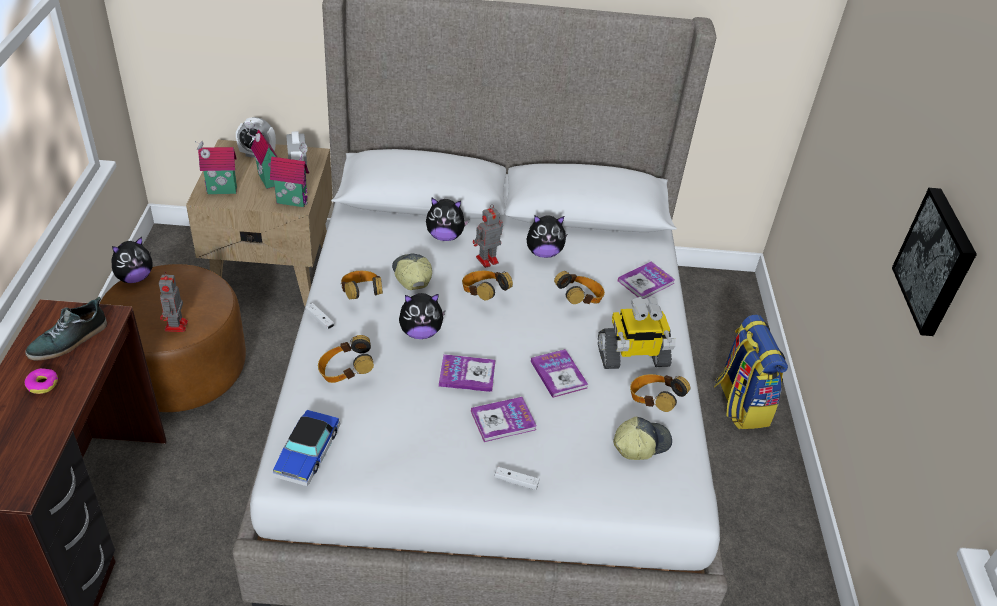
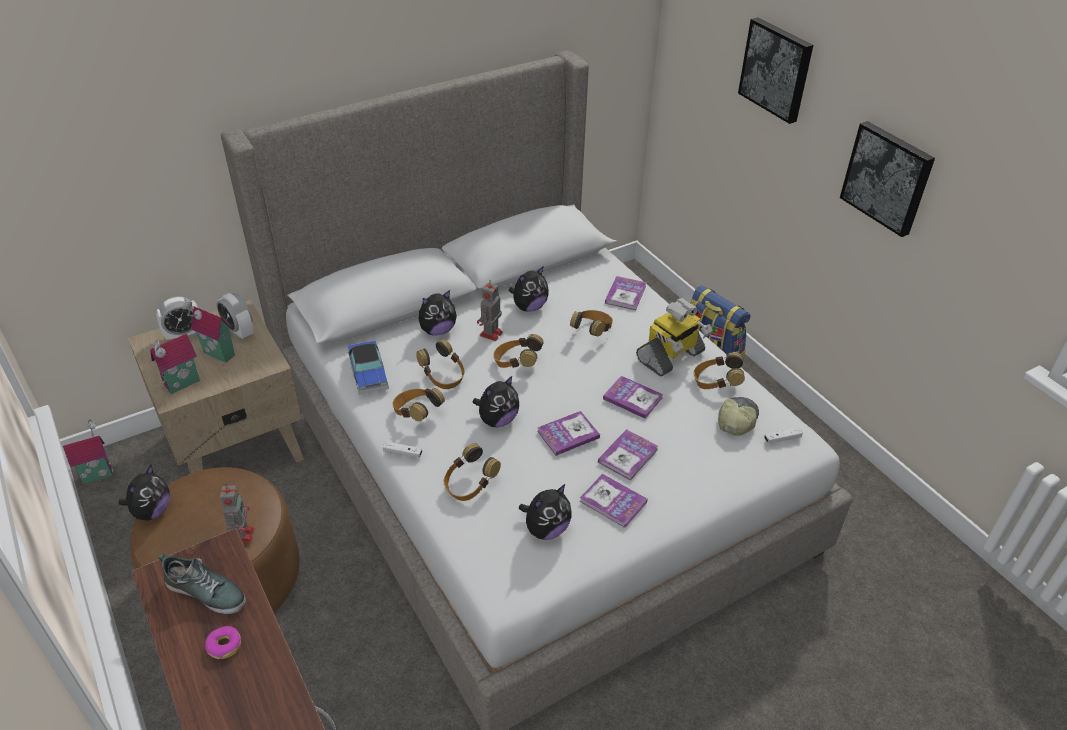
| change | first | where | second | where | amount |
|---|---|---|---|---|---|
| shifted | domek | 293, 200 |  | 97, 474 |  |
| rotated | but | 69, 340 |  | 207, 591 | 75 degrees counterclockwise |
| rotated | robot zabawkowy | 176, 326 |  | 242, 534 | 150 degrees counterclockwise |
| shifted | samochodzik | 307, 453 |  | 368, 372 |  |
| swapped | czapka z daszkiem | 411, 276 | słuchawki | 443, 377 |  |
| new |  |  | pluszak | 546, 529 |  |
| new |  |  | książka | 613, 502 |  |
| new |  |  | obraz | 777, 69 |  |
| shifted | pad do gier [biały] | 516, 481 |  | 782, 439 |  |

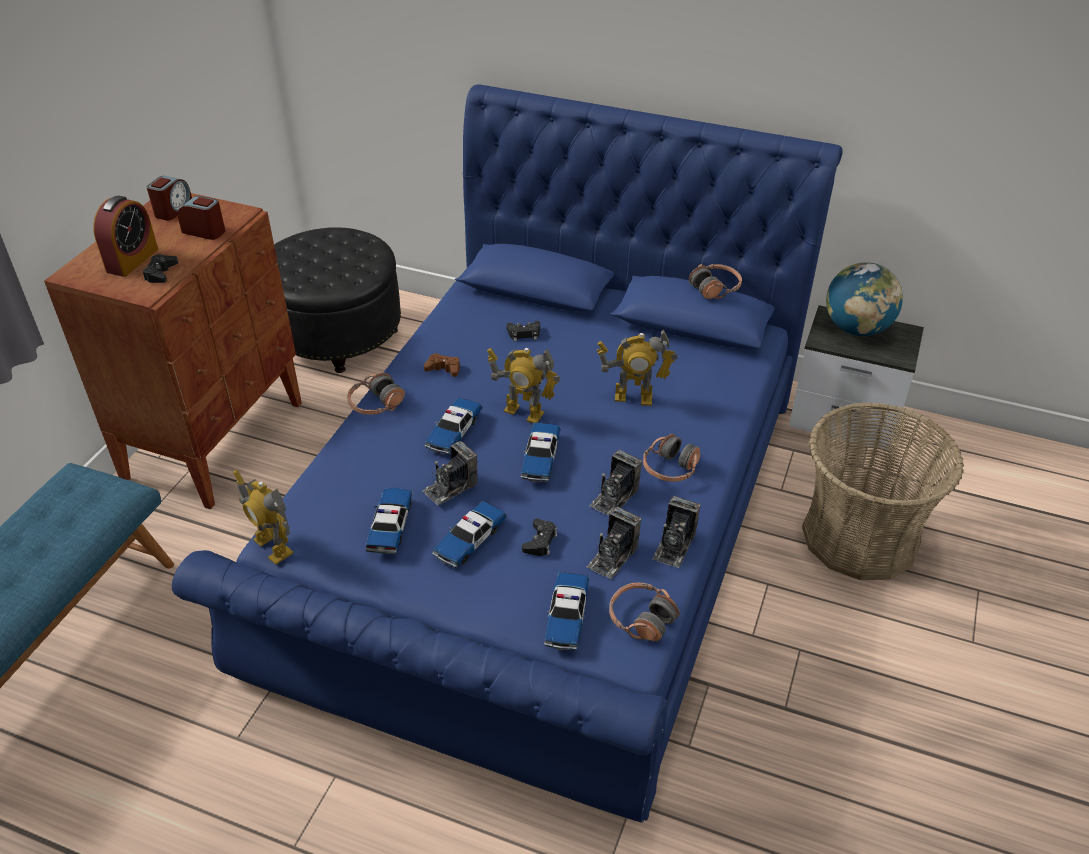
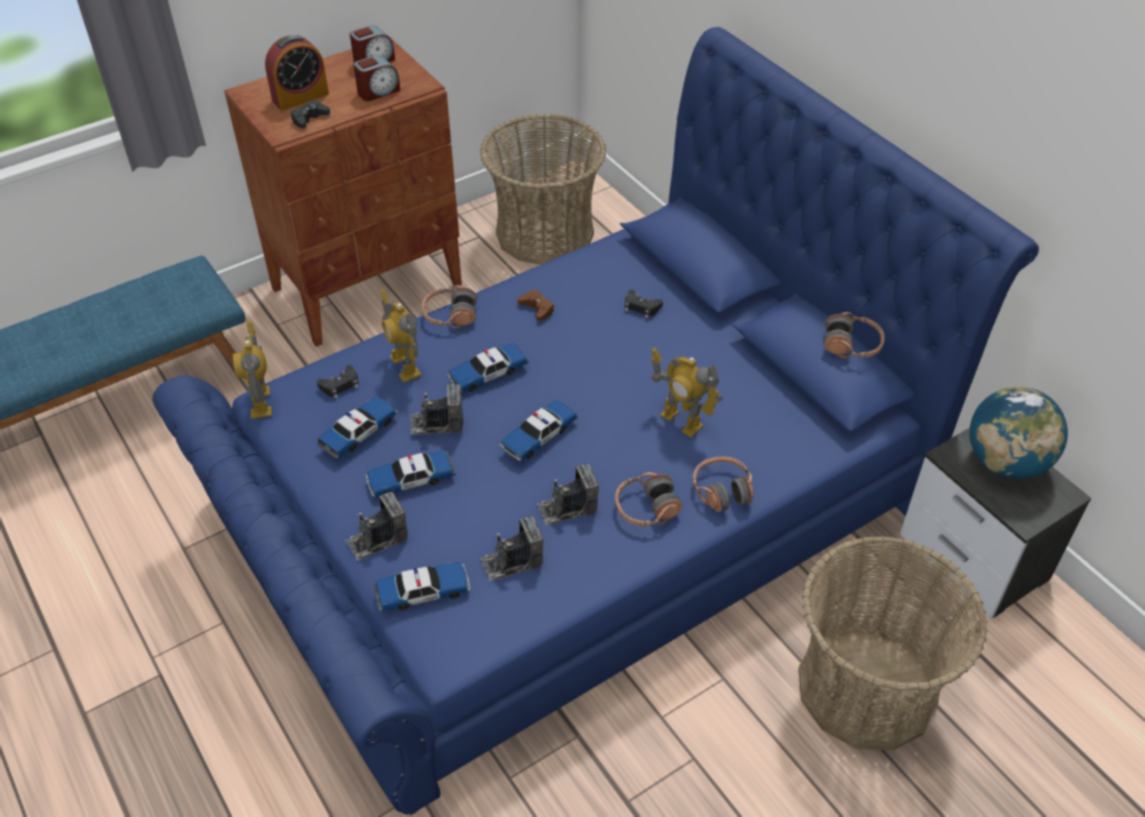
| change | first | where | second | where | amount |
|---|---|---|---|---|---|
| shifted | pad do gier [czarny] | 540, 541 |  | 340, 385 |  |
| shifted | aparat fotograficzny | 674, 545 |  | 377, 539 |  |
| rotated | budzik | 205, 231 |  | 378, 91 | 90 degrees clockwise |
| rotated | samochodzik | 567, 616 |  | 423, 592 | 150 degrees counterclockwise |
| shifted | robot zabawkowy | 523, 412 |  | 405, 366 |  |
| swapped | pufa [czarny] | 337, 336 | koszyk | 545, 233 |  |
| shifted | słuchawki | 641, 619 |  | 722, 491 |  |

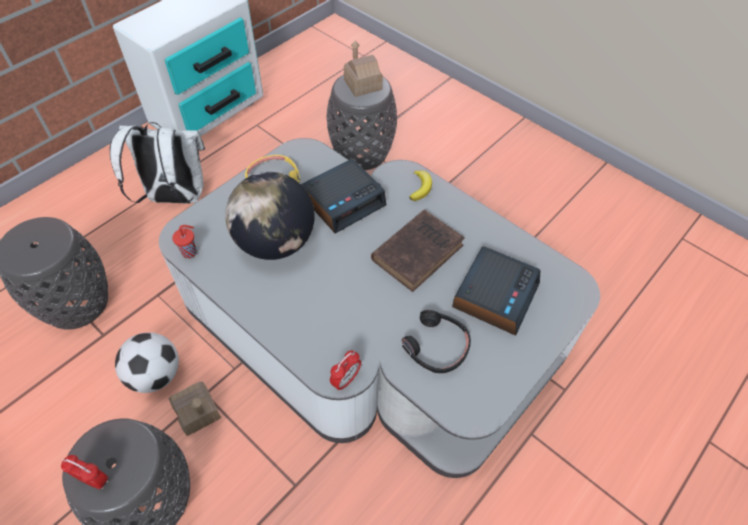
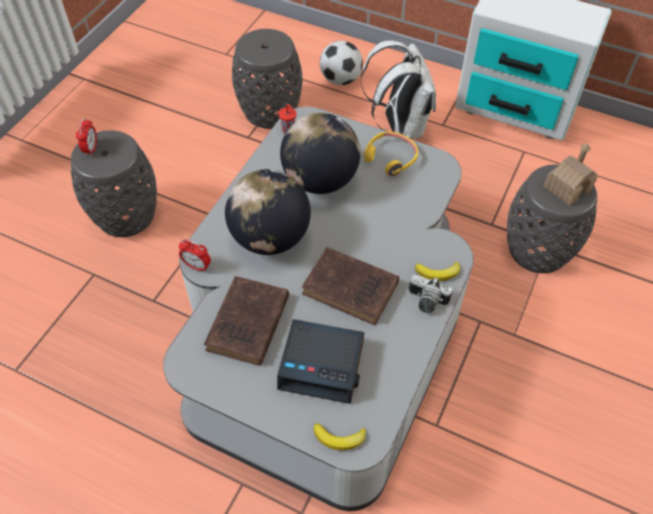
| change | first | where | second | where | amount |
|---|---|---|---|---|---|
| swapped | słuchawki [czarny] | 436, 347 | książka [brązowy] | 247, 325 |  |
| new |  |  | globus | 270, 238 |  |
| new |  |  | banan | 339, 438 |  |
| shifted | piłka futbolowa | 155, 375 |  | 340, 80 |  |
| new |  |  | aparat fotograficzny | 426, 302 |  |
| gone | domek | 197, 412 |  |  |  |
| gone | budzik | 343, 200 |  |  |  |

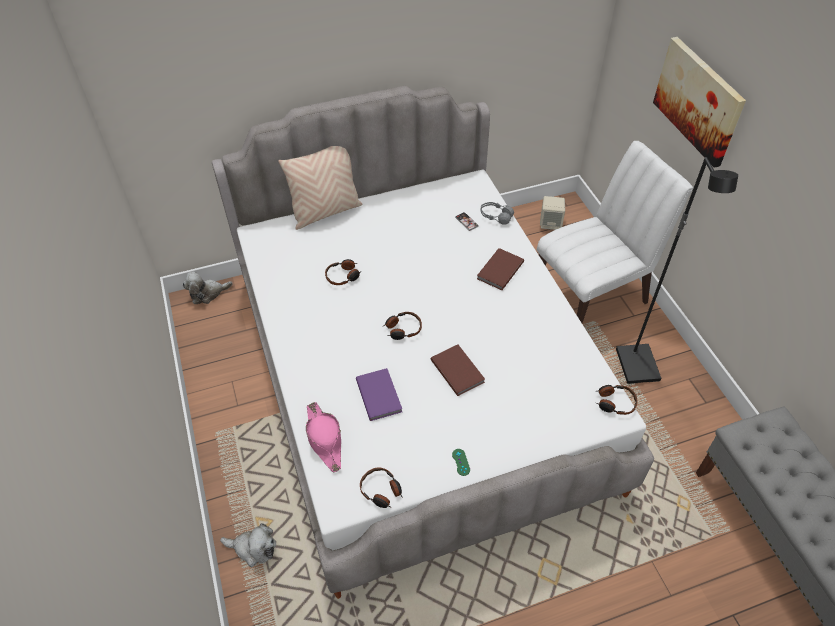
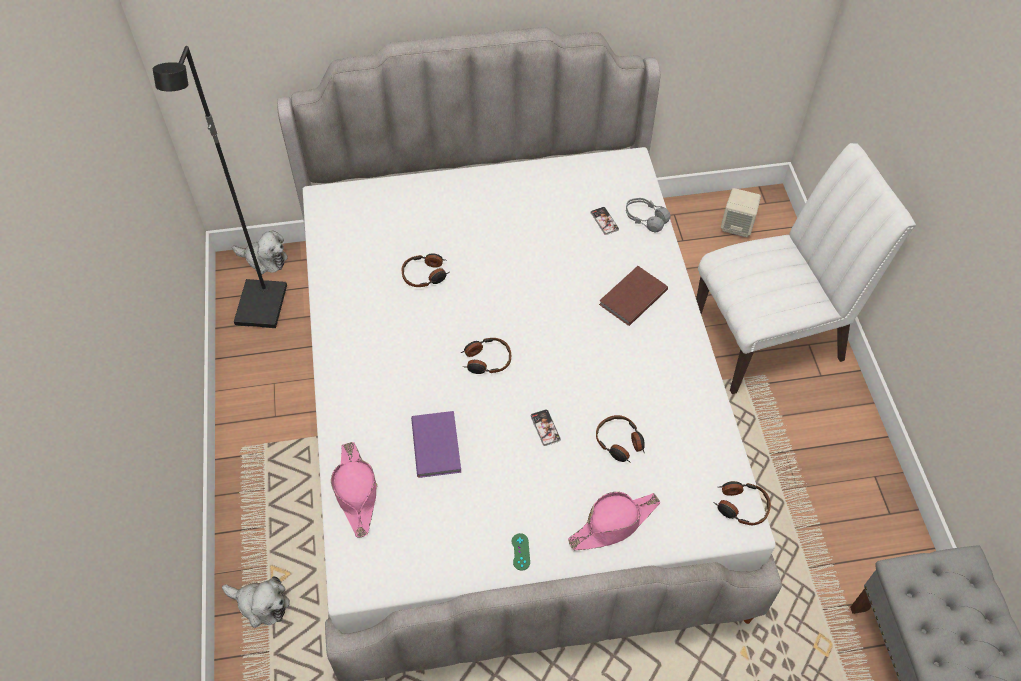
| change | first | where | second | where | amount |
|---|---|---|---|---|---|
| shifted | lampa stojąca [czarny] | 638, 366 |  | 263, 306 |  |
| rotated | pluszak | 207, 293 |  | 264, 259 | 150 degrees counterclockwise |
| swapped | książka [brązowy] | 458, 370 | telefon | 545, 428 |  |
| new |  |  | kapelusz [różowy] | 614, 524 |  |
| shifted | słuchawki | 381, 491 |  | 620, 443 |  |
| gone | poduszka [beżowy] | 325, 212 |  |  |  |
| gone | obraz | 698, 100 |  |  |  |

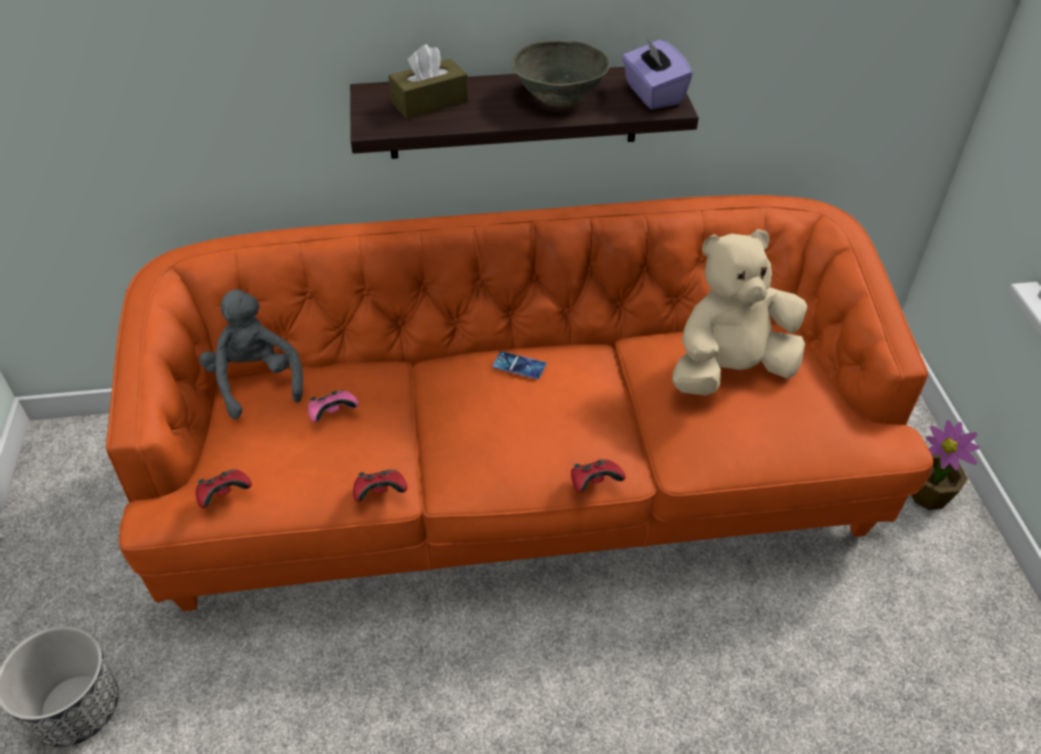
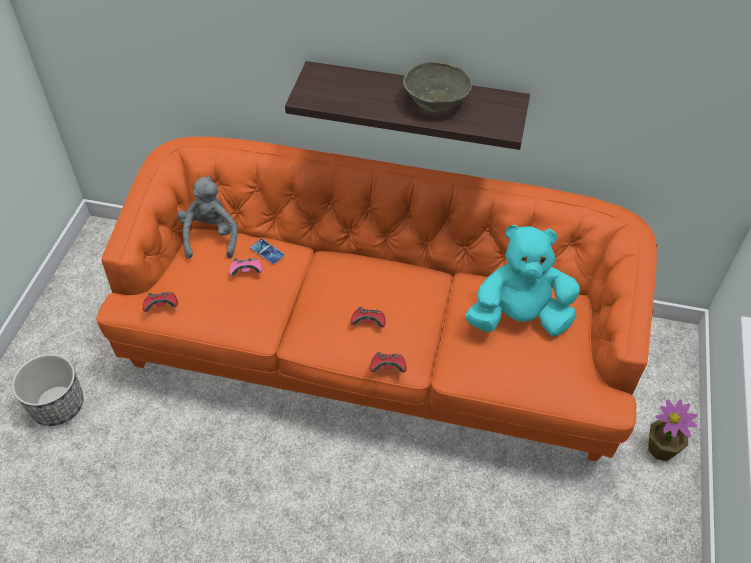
| change | first | where | second | where | amount |
|---|---|---|---|---|---|
| shifted | telefon | 519, 365 |  | 267, 251 |  |
| shifted | pad do gier [czerwony] | 380, 492 |  | 368, 323 |  |
| repainted | pluszak [beżowy] | 730, 370 | pluszak [turkusowy] | 519, 318 |  |
| gone | pudełko chusteczek [brązowy] | 429, 102 |  |  |  |
| gone | pudełko chusteczek [fioletowy] | 652, 94 |  |  |  |

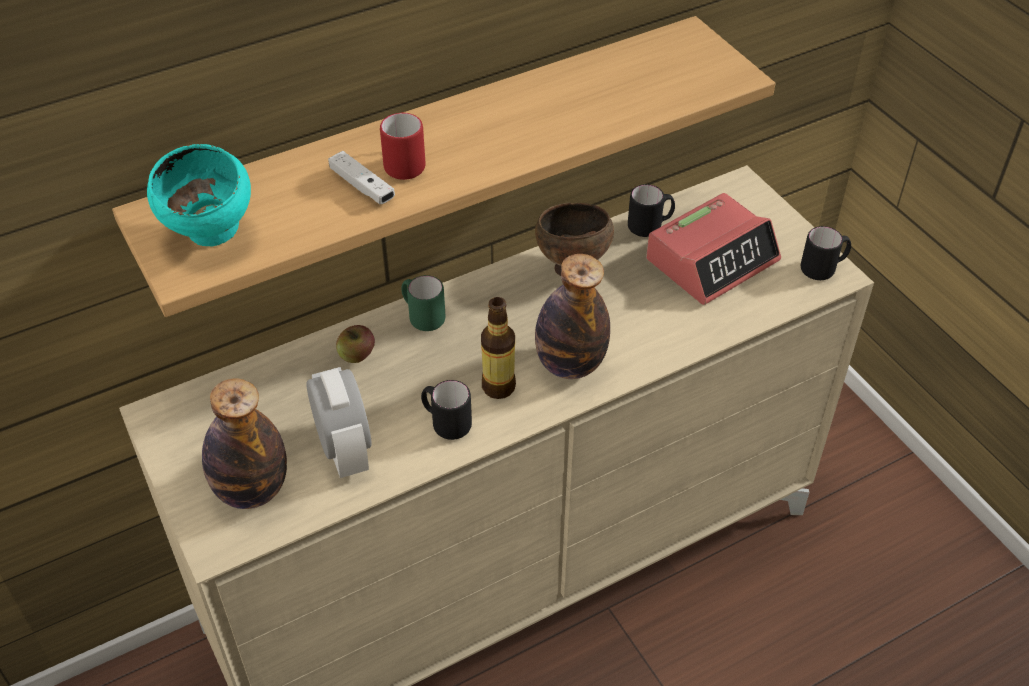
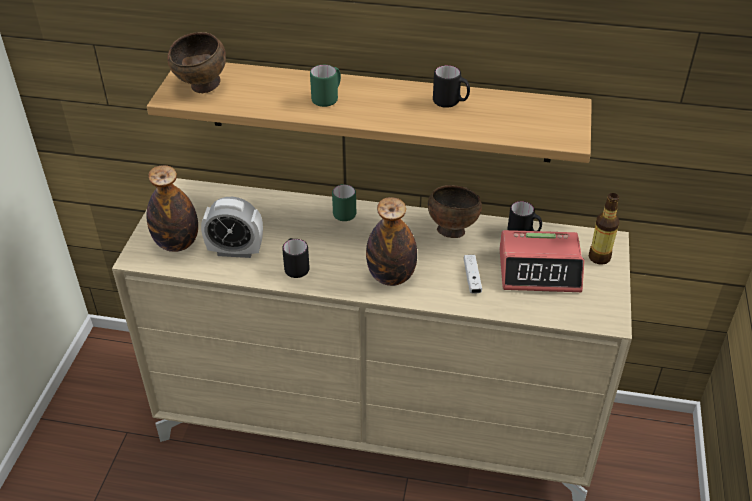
| change | first | where | second | where | amount |
|---|---|---|---|---|---|
| repainted | miska [turkusowy] | 212, 235 | miska [brązowy] | 202, 88 |  |
| rotated | budzik | 344, 450 |  | 235, 251 | 75 degrees clockwise |
| repainted | kubek [czerwony] | 405, 163 | kubek [zielony] | 328, 98 |  |
| shifted | kubek [czarny] | 823, 269 |  | 450, 103 |  |
| shifted | pad do gier [biały] | 362, 186 |  | 472, 278 |  |
| shifted | butelka | 498, 387 |  | 599, 257 |  |
| gone | jabłko | 357, 355 |  |  |  |

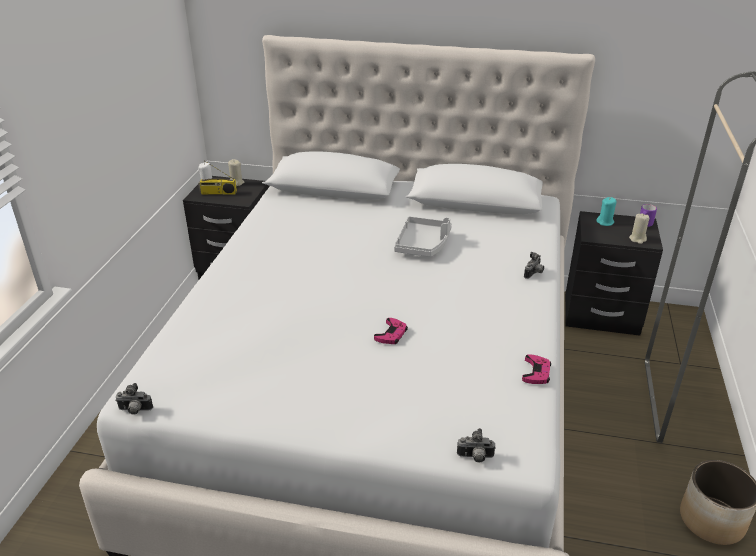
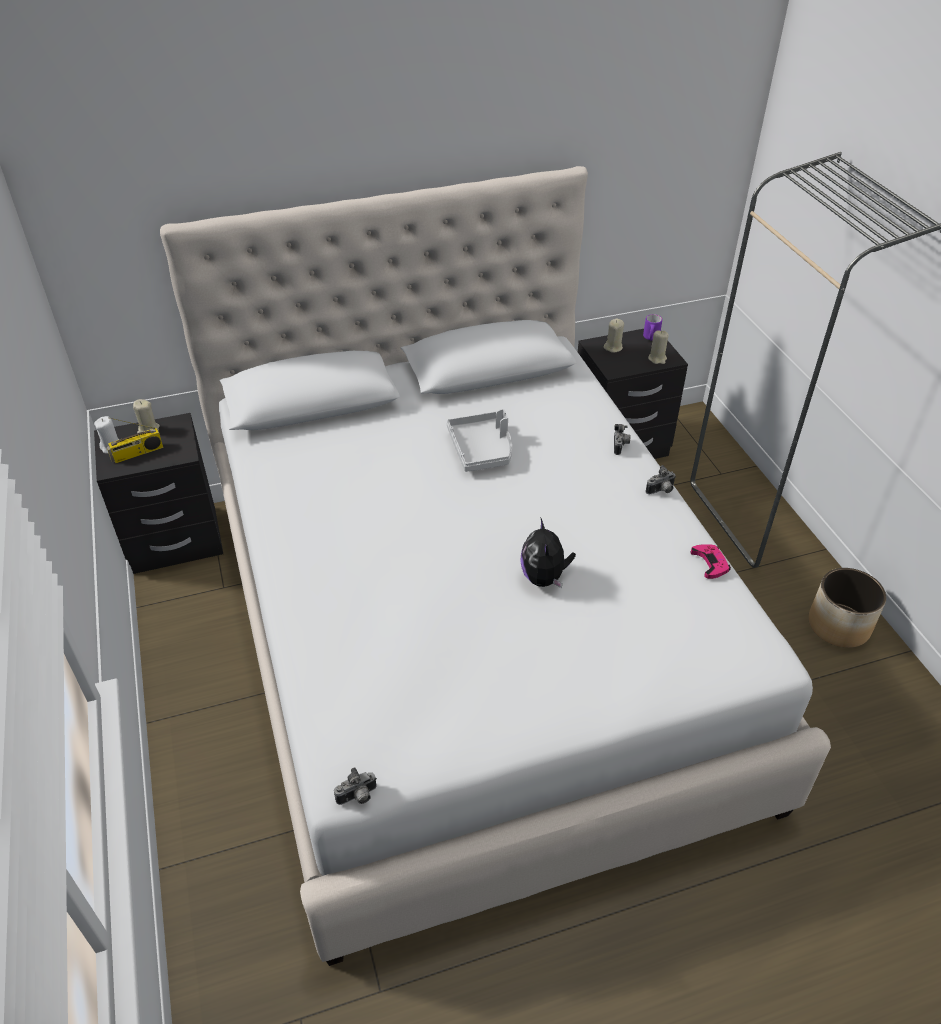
| change | first | where | second | where | amount |
|---|---|---|---|---|---|
| swapped | pad do gier [różowy] | 391, 334 | pluszak | 544, 578 |  |
| repainted | świeca [turkusowy] | 605, 222 | świeca [beżowy] | 613, 347 |  |
| shifted | aparat fotograficzny | 475, 457 |  | 661, 491 |  |

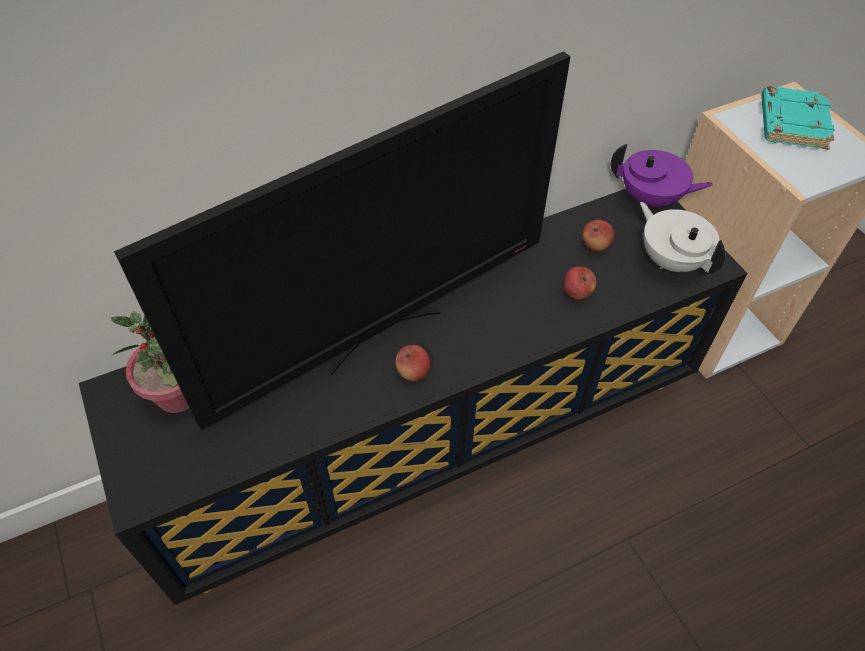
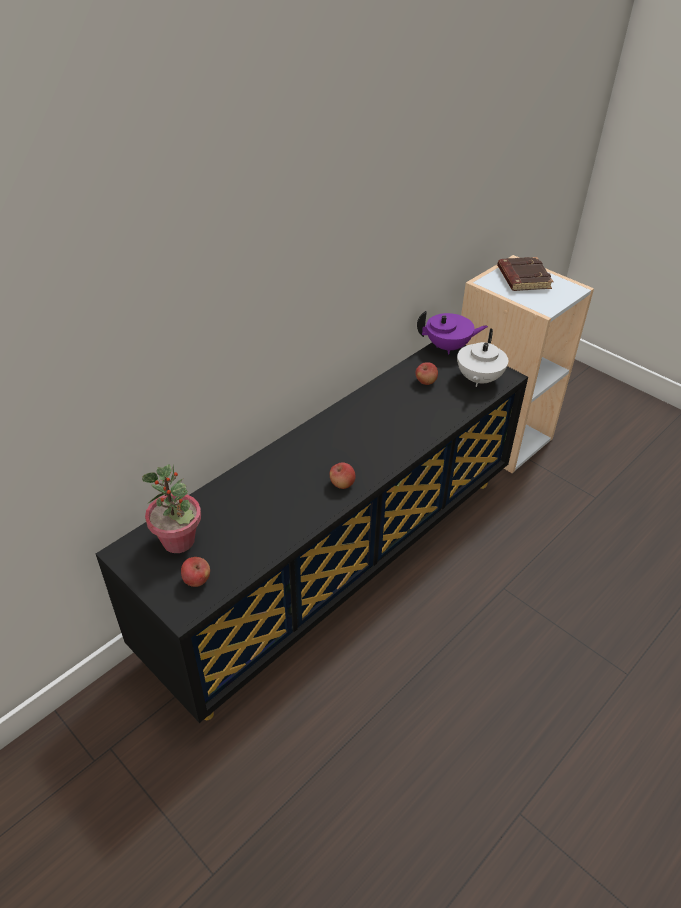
| change | first | where | second | where | amount |
|---|---|---|---|---|---|
| shifted | jabłko | 577, 293 |  | 197, 580 |  |
| rotated | imbryk [biały] | 671, 260 |  | 478, 379 | 105 degrees counterclockwise |
| repainted | książka [turkusowy] | 791, 123 | książka [brązowy] | 522, 278 |  |
| gone | telewizor | 380, 332 |  |  |  |

